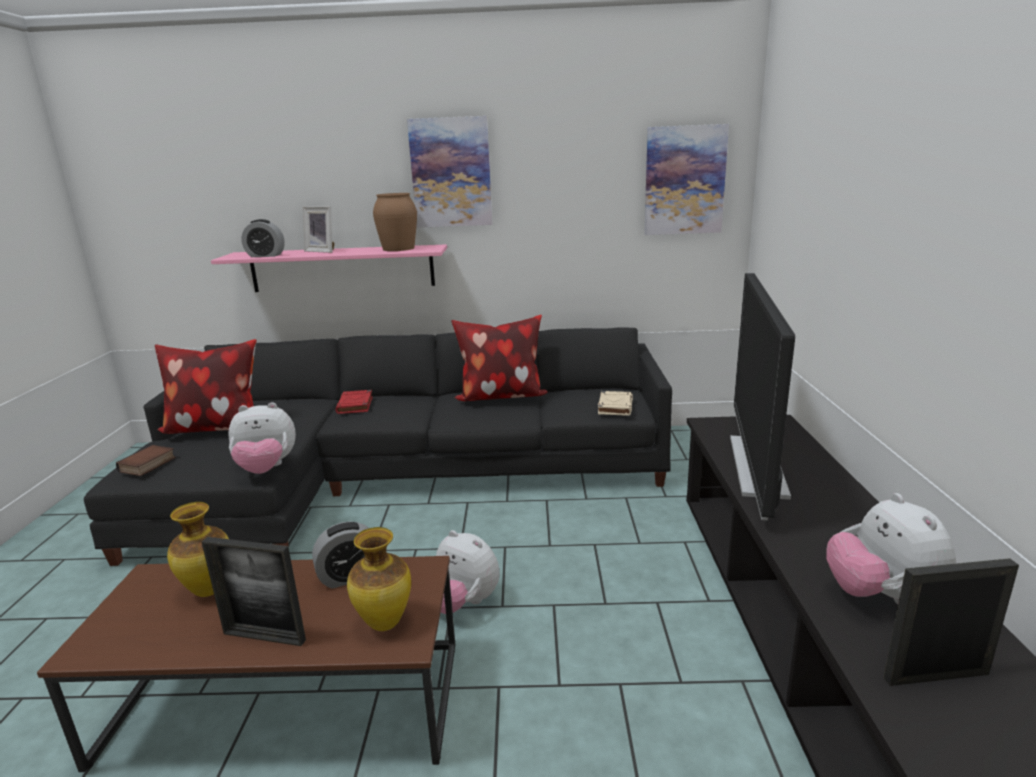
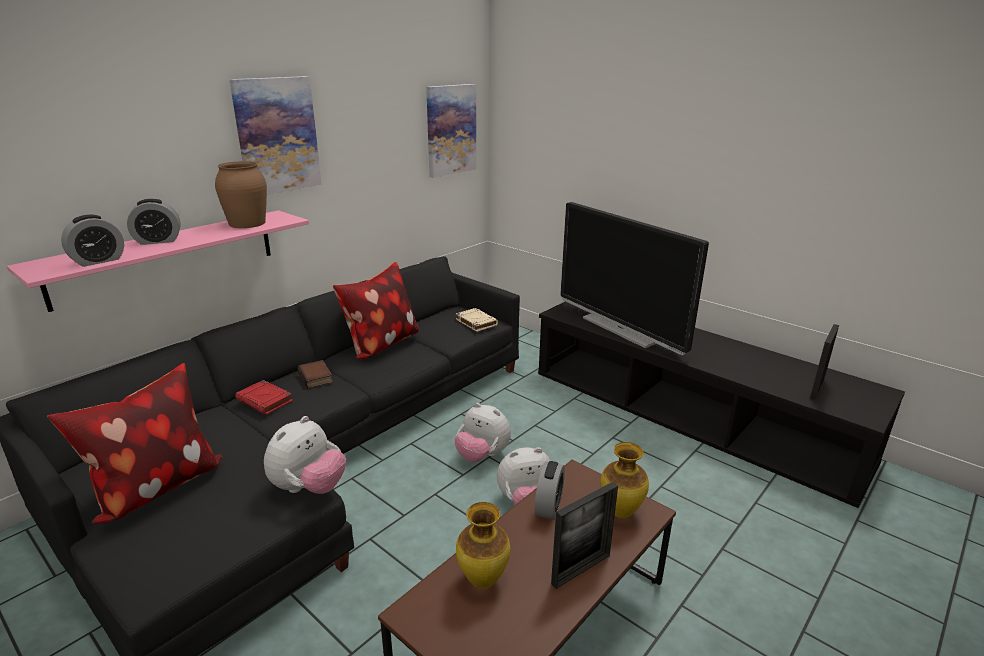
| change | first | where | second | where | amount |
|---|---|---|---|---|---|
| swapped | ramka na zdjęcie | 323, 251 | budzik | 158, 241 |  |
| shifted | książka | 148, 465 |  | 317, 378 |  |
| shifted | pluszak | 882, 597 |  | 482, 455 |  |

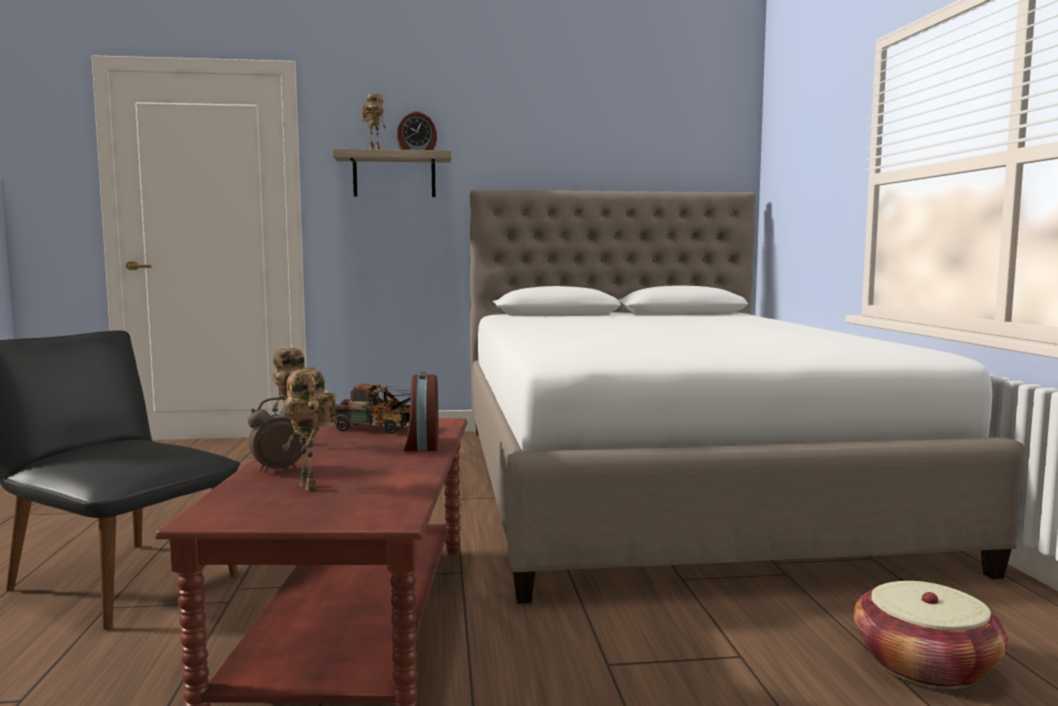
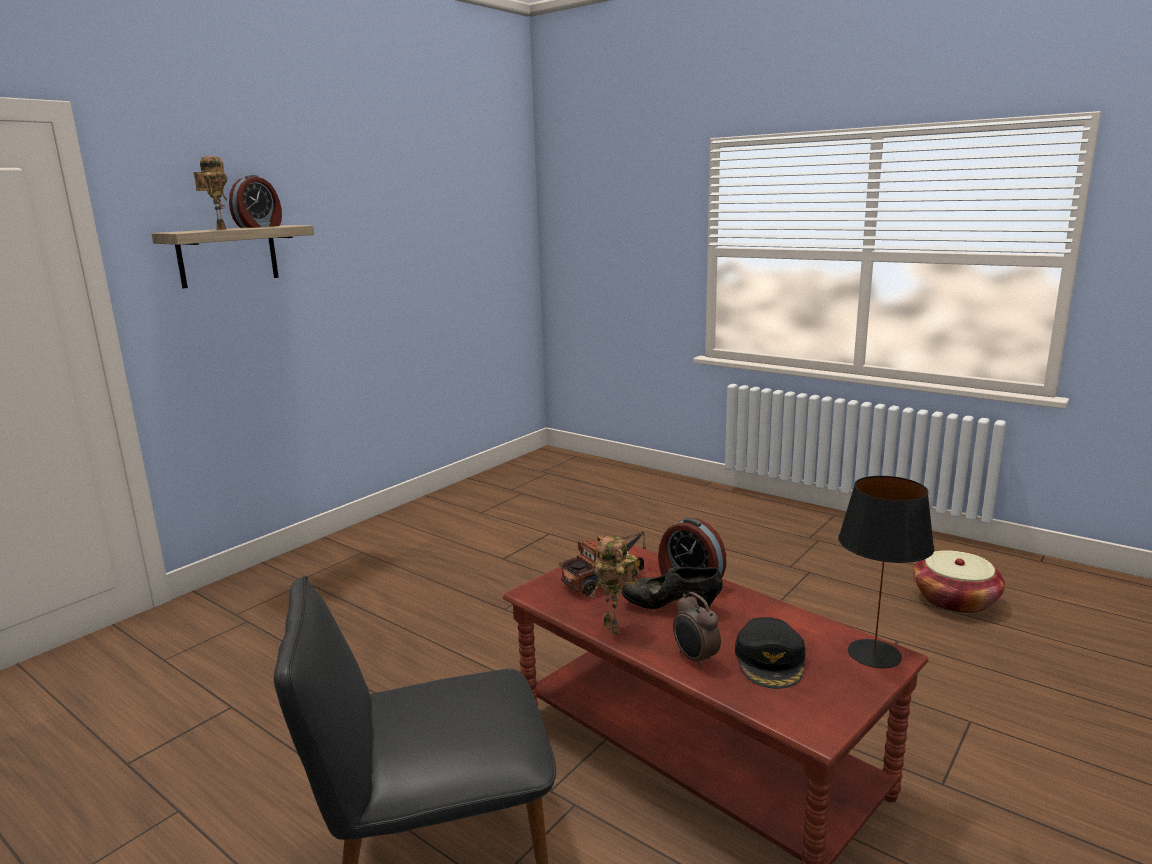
| change | first | where | second | where | amount |
|---|---|---|---|---|---|
| new |  |  | but [czarny] | 671, 607 |  |
| rotated | budzik | 277, 470 |  | 695, 659 | 45 degrees counterclockwise |
| swapped | robot zabawkowy | 312, 487 | czapka z daszkiem [czarny] | 770, 660 |  |
| new |  |  | lampa stołowa [czarny] | 873, 653 |  |
| gone | łóżko [biały] | 665, 485 |  |  |  |

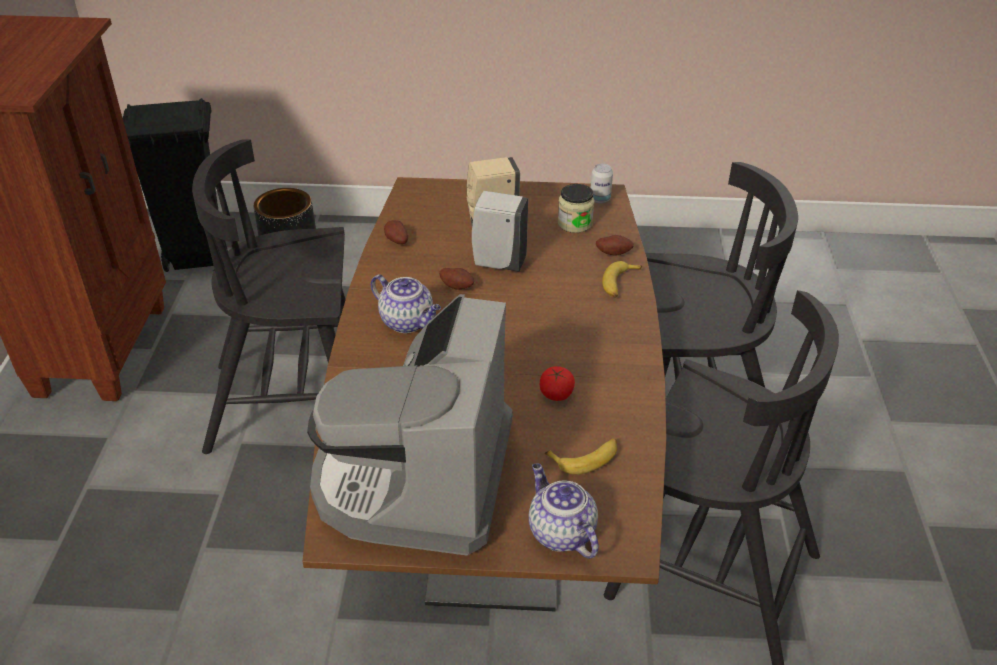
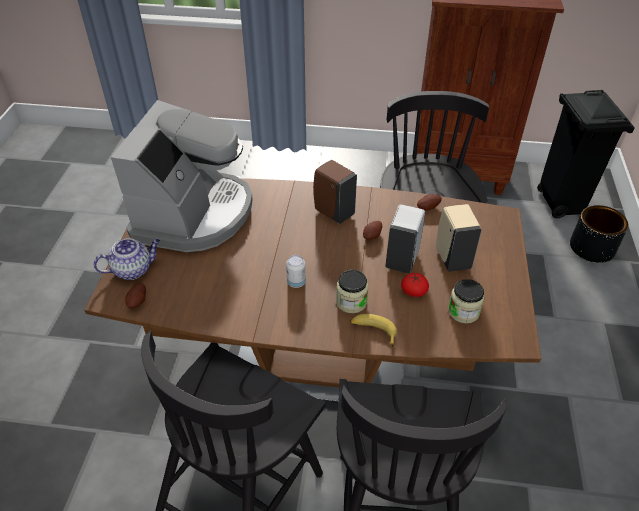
| change | first | where | second | where | amount |
|---|---|---|---|---|---|
| rotated | ekspres do kawy | 416, 477 |  | 194, 214 | 90 degrees clockwise |
| shifted | ziemniak | 613, 252 |  | 138, 301 |  |
| shifted | puszka | 600, 199 |  | 296, 282 |  |
| swapped | imbryk | 408, 322 | dozownik mydła [brązowy] | 333, 212 |  |
| new |  |  | słoik | 351, 302 |  |
| shifted | pomidor | 556, 393 |  | 414, 291 |  |
| gone | banan | 585, 458 |  |  |  |

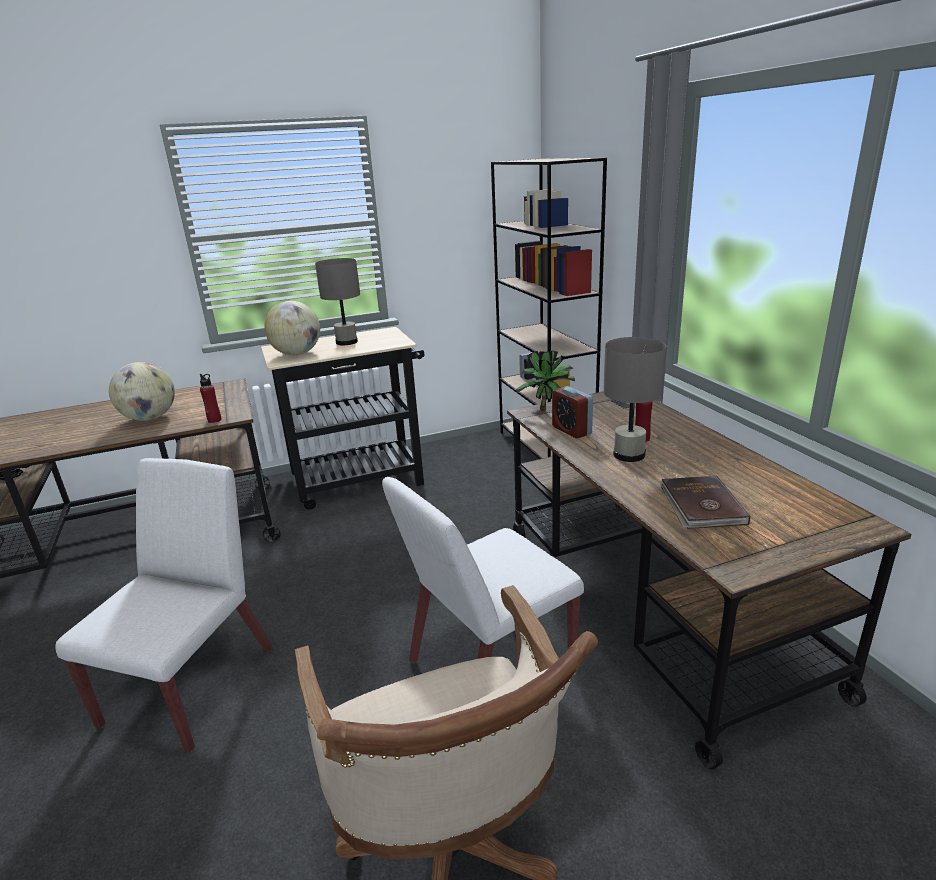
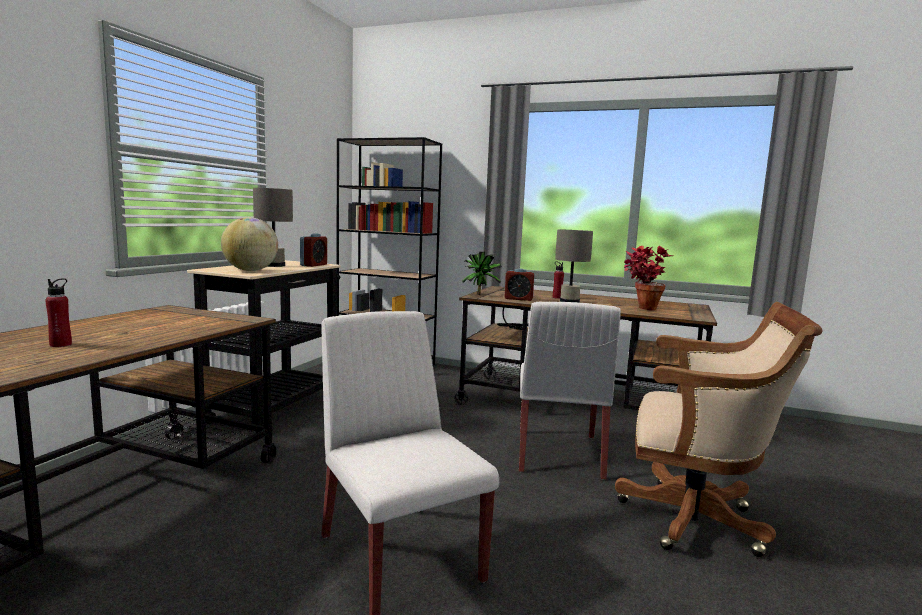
| change | first | where | second | where | amount |
|---|---|---|---|---|---|
| shifted | butelka [czerwony] | 214, 420 |  | 61, 345 |  |
| new |  |  | budzik | 314, 265 |  |
| swapped | książka [brązowy] | 701, 506 | roślina doniczkowa | 641, 308 |  |
| gone | globus | 150, 418 |  |  |  |

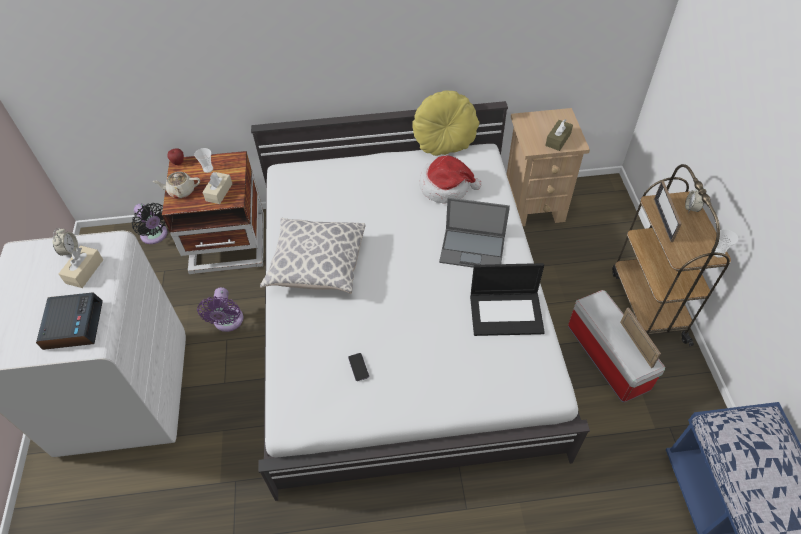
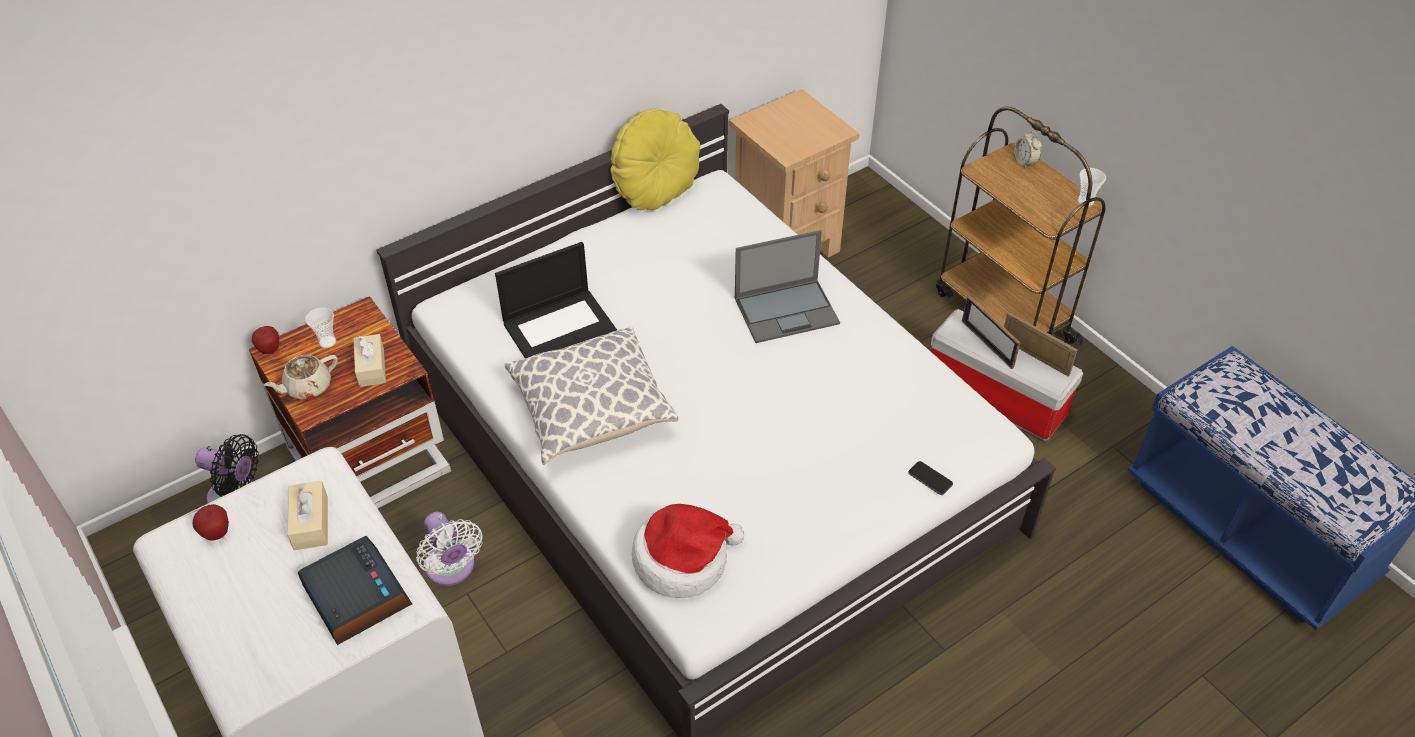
| change | first | where | second | where | amount |
|---|---|---|---|---|---|
| new |  |  | jabłko | 217, 534 |  |
| repainted | wentylator [fioletowy] | 228, 322 | wentylator [biały] | 452, 569 |  |
| shifted | laptop | 507, 313 |  | 560, 326 |  |
| shifted | kapelusz | 446, 187 |  | 683, 559 |  |
| shifted | telefon | 358, 367 |  | 930, 479 |  |
| shifted | ramka na zdjęcie | 663, 220 |  | 987, 344 |  |
| gone | budzik | 70, 251 |  |  |  |
| gone | pudełko chusteczek [brązowy] | 558, 140 |  |  |  |

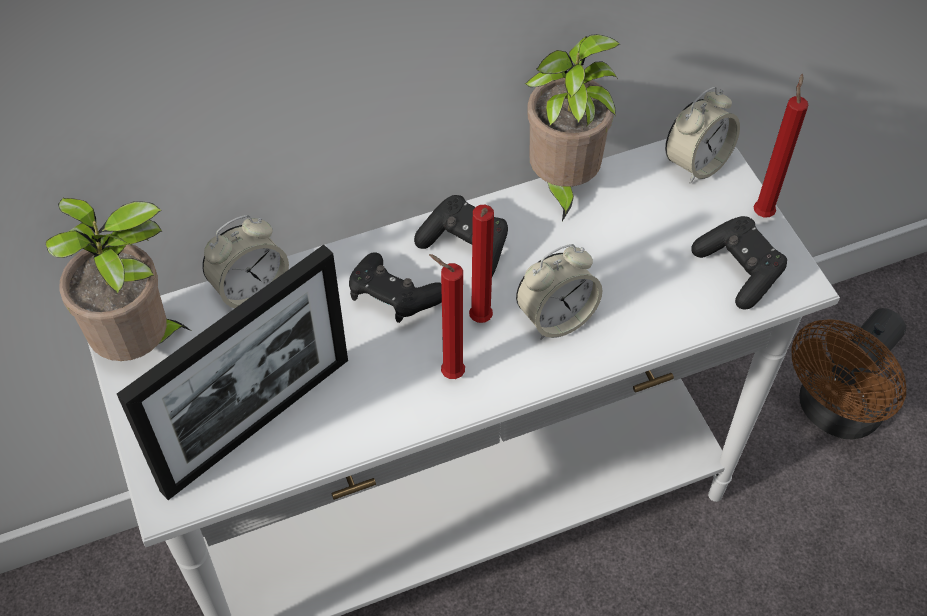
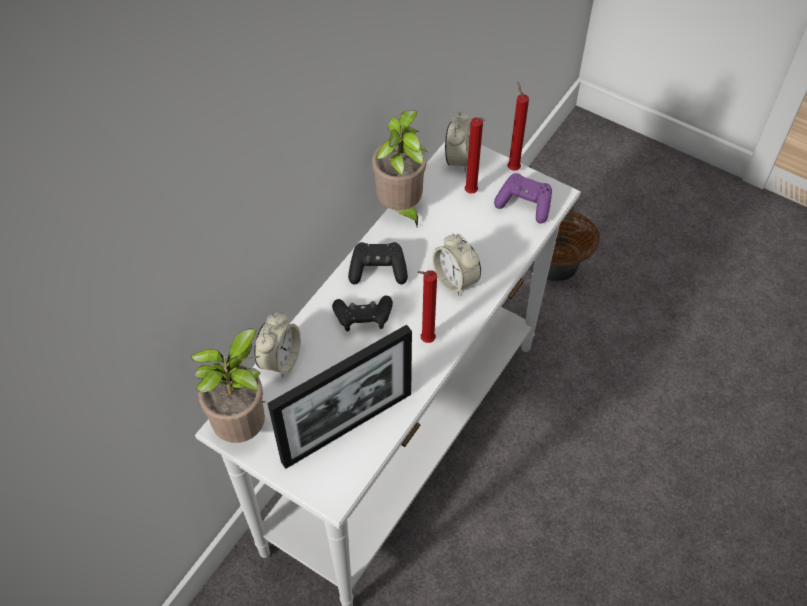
| change | first | where | second | where | amount |
|---|---|---|---|---|---|
| rotated | ramka na zdjęcie | 257, 423 |  | 347, 427 | 45 degrees clockwise |
| rotated | budzik | 556, 317 |  | 455, 280 | 120 degrees clockwise |
| shifted | świeca [czerwony] | 480, 322 |  | 472, 193 |  |
| repainted | pad do gier [czarny] | 739, 270 | pad do gier [fioletowy] | 524, 204 |  |

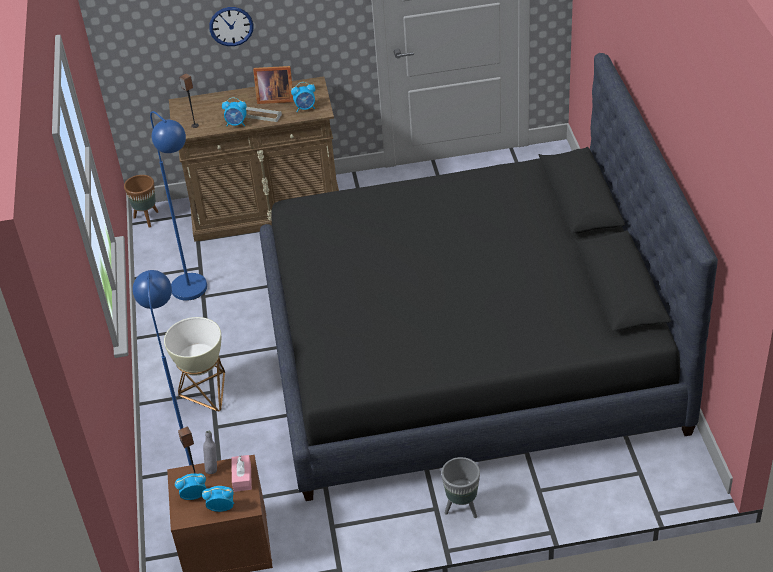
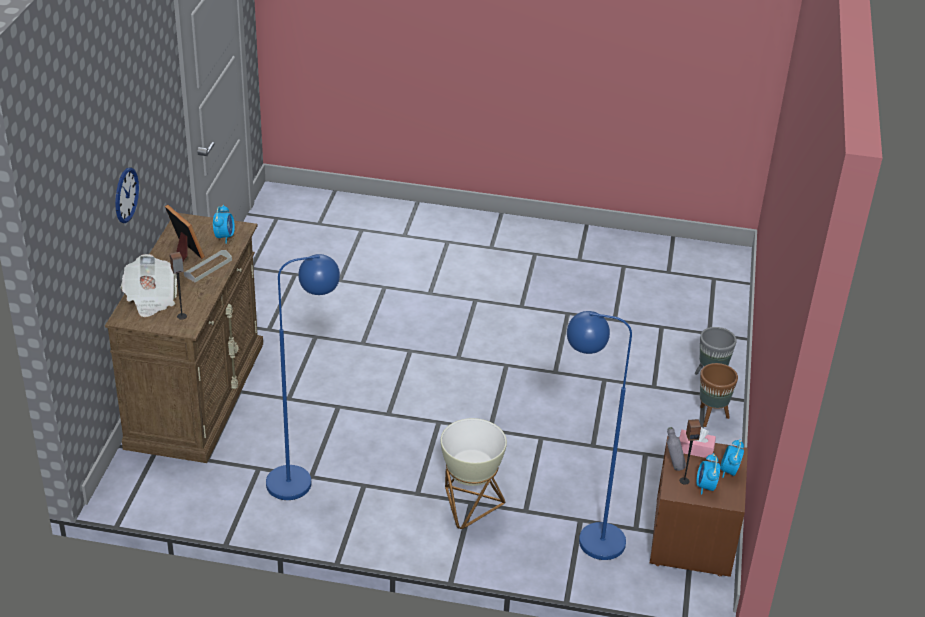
| change | first | where | second | where | amount |
|---|---|---|---|---|---|
| new |  |  | gazeta | 151, 299 |  |
| rotated | ramka na zdjęcie | 274, 98 |  | 184, 252 | 60 degrees counterclockwise |
| shifted | donica [brązowy] | 147, 218 |  | 710, 417 |  |
| gone | budzik | 236, 124 |  |  |  |
| gone | łóżko [czarny] | 467, 350 |  |  |  |

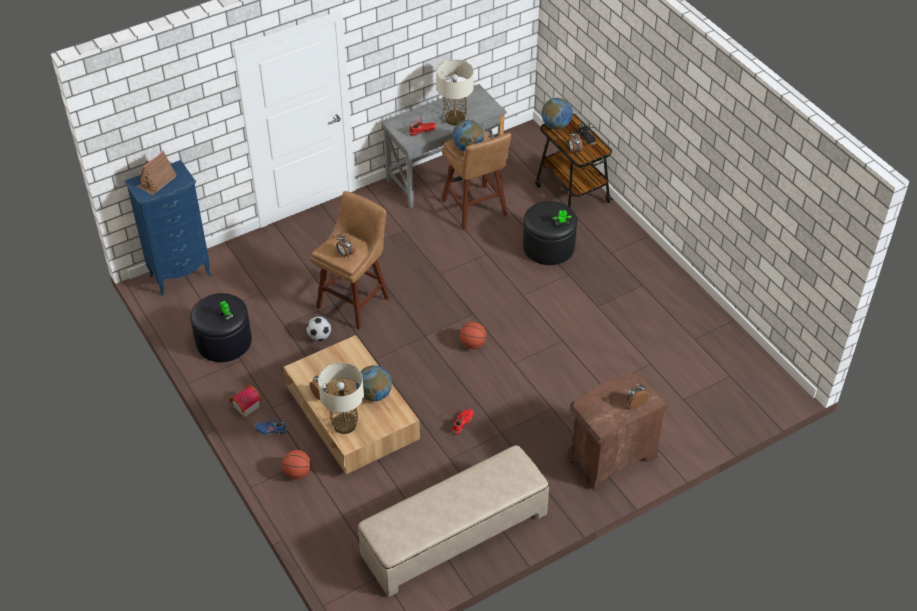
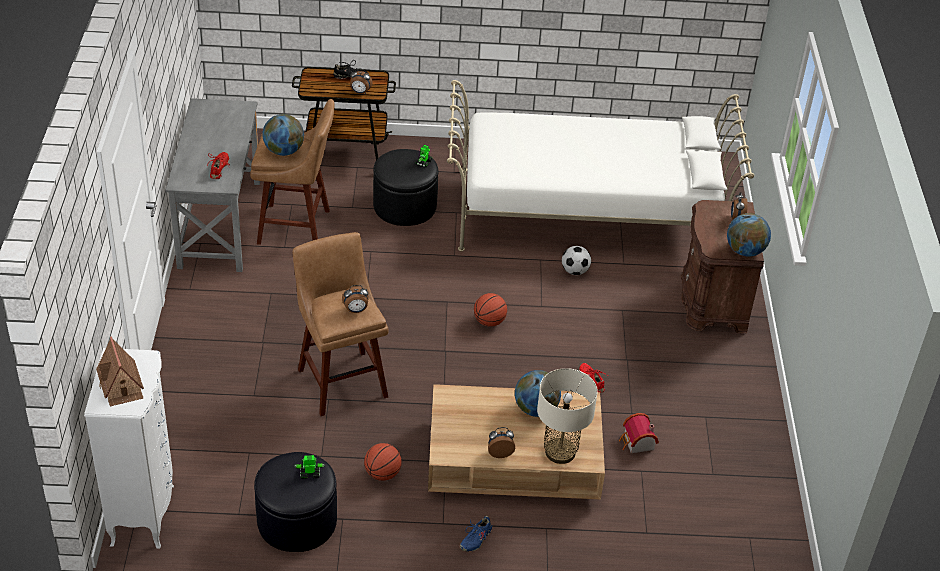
| change | first | where | second | where | amount |
|---|---|---|---|---|---|
| repainted | komoda [niebieski] | 181, 277 | komoda [biały] | 145, 515 |  |
| shifted | piłka do koszykówki | 297, 473 |  | 382, 474 |  |
| new |  |  | łóżko [biały] | 586, 215 |  |
| shifted | piłka futbolowa | 319, 336 |  | 575, 271 |  |
| shifted | domek | 245, 406 |  | 637, 443 |  |
| shifted | globus | 556, 125 |  | 745, 251 |  |
| gone | ławka [beżowy] | 454, 535 |  |  |  |
| gone | lampa stołowa | 455, 119 |  |  |  |

